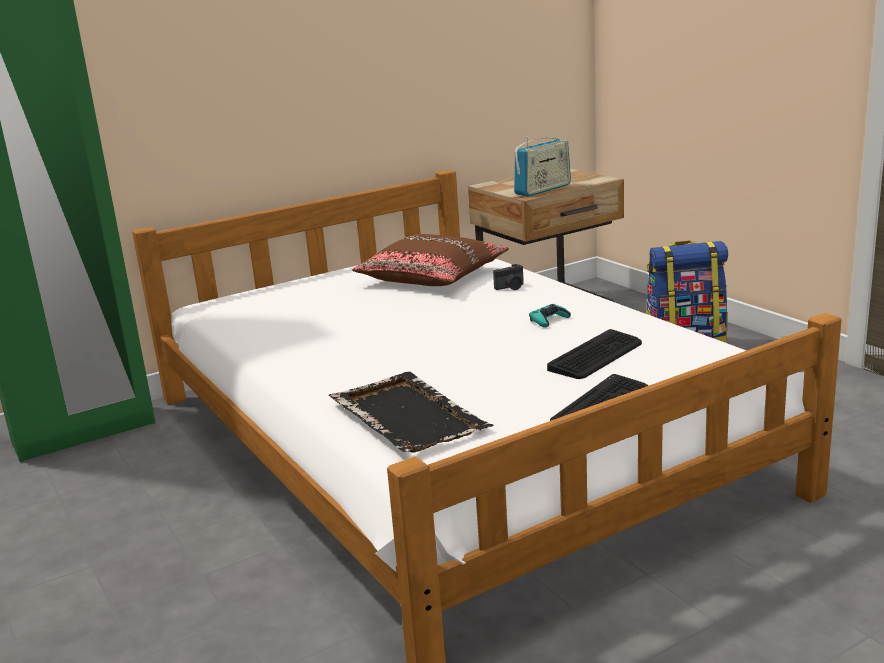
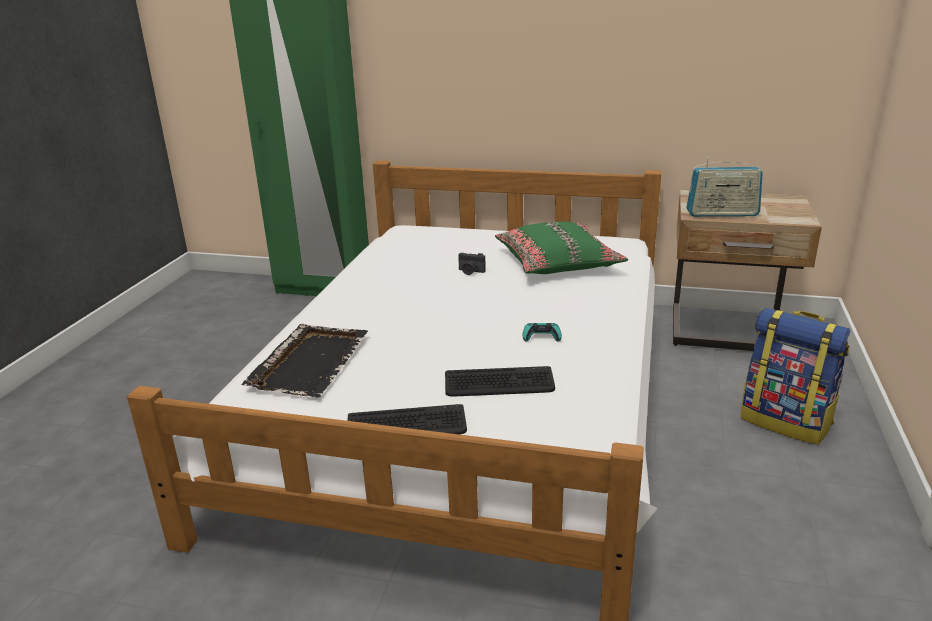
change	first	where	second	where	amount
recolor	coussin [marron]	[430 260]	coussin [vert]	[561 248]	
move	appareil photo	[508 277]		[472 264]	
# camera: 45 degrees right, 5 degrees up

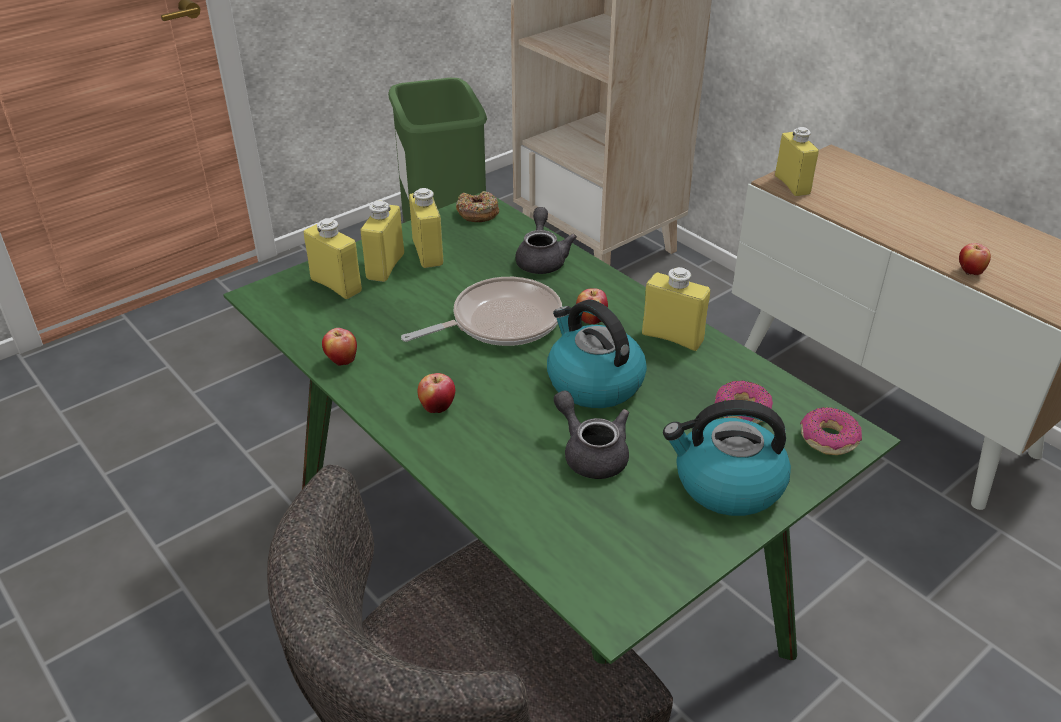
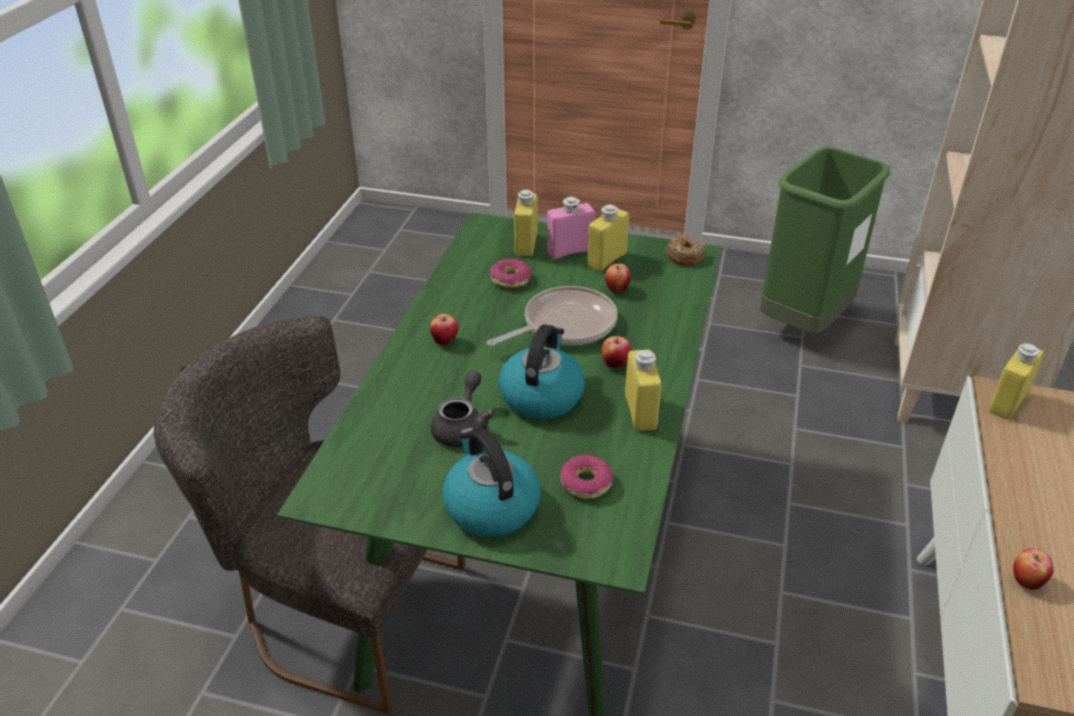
change	first	where	second	where	amount
move	pomme	[339 347]		[618 278]	
recolor	bouteille [jaune]	[382 241]	bouteille [rose]	[571 228]	
rotate	poêle	[481 311]		[552 316]	60 degrees counterclockwise
delete	théière [gris]	[546 240]			
move	beignet	[831 431]		[510 273]	
# camera: 55 degrees right, 0 degrees up

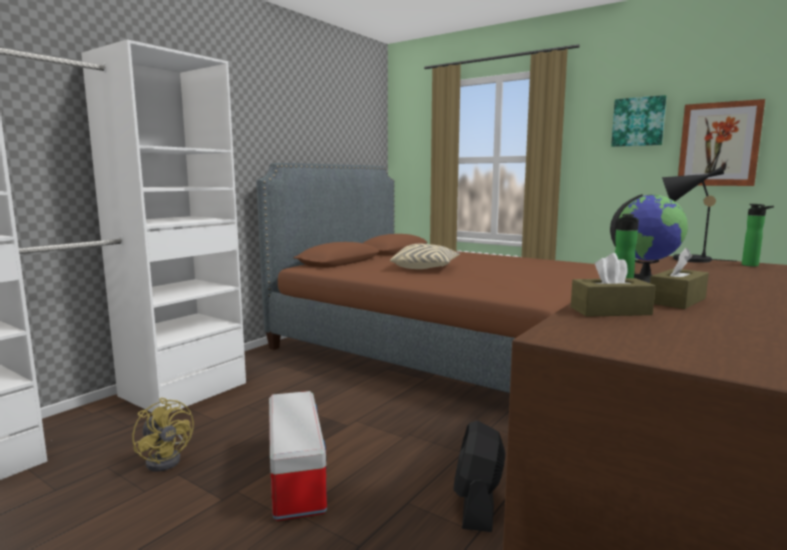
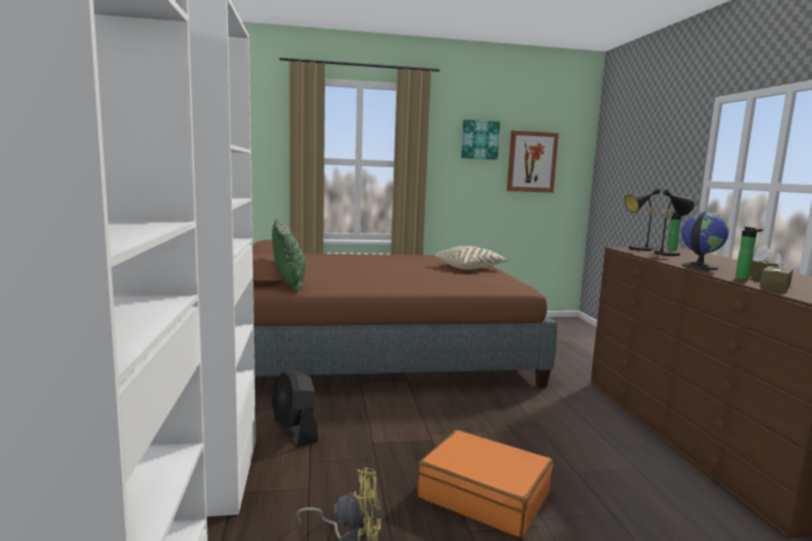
change	first	where	second	where	amount
replace	boîte de rangement	[298 456]	valise [orange]	[485 484]	
move	coussin [beige]	[425 256]		[471 258]	
move	ventilateur [noir]	[479 476]		[295 408]	
insert			coussin [vert]	[289 255]	
insert			lampe de table [noir]	[674 222]	
# camera: 45 degrees left, 0 degrees up

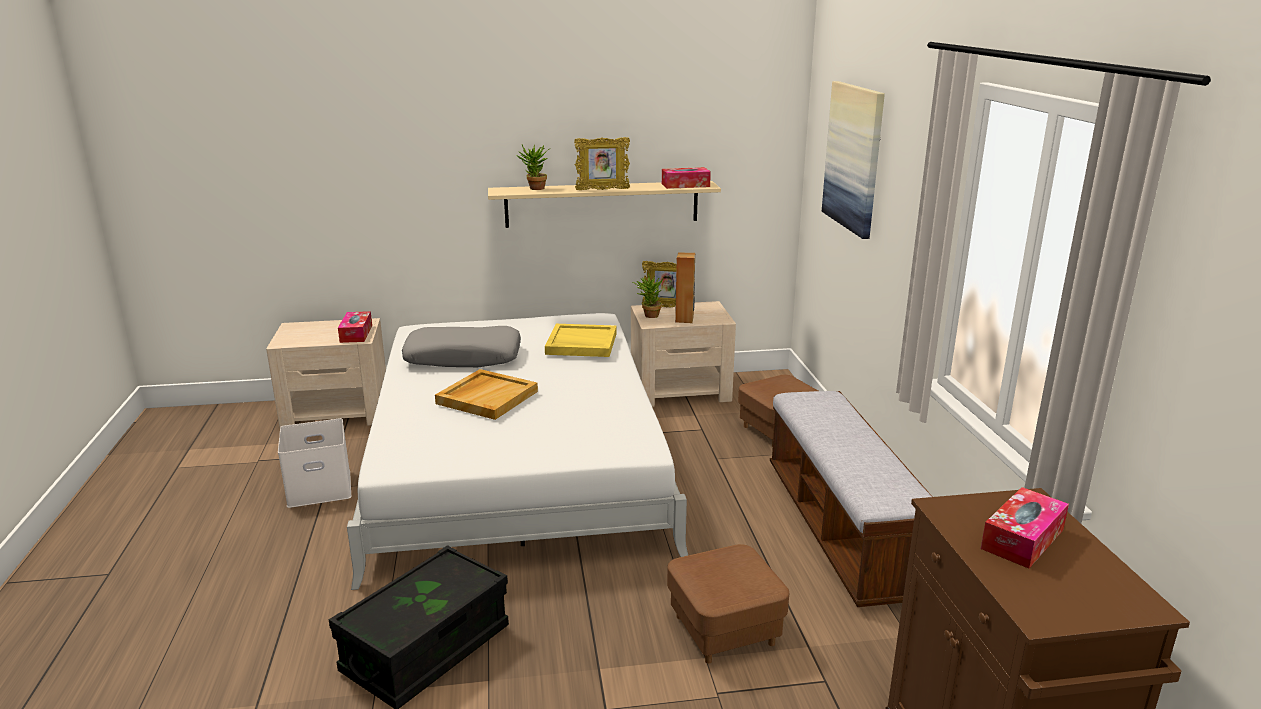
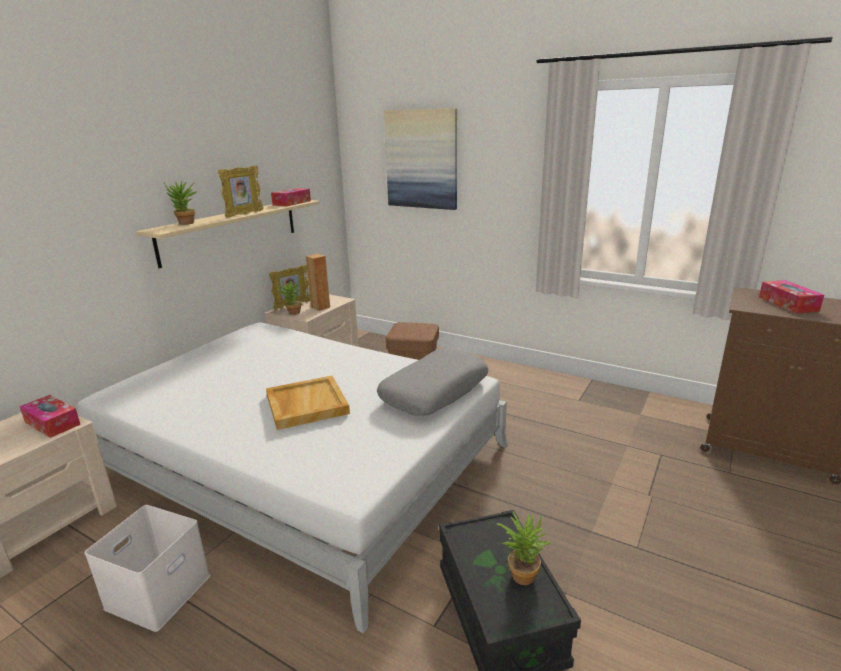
change	first	where	second	where	amount
move	coussin [gris]	[461 346]		[432 382]	
delete	plateau [jaune]	[581 340]			
delete	pouf [marron]	[728 603]			
delete	banc	[851 499]			
insert			plante en pot	[523 548]	
# camera: 50 degrees left, 0 degrees up

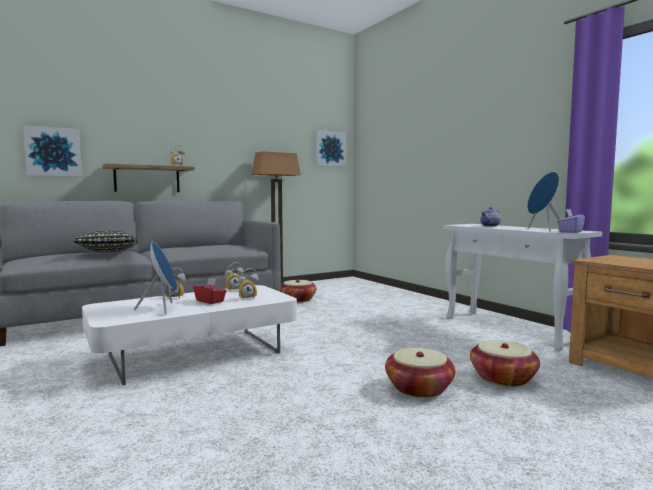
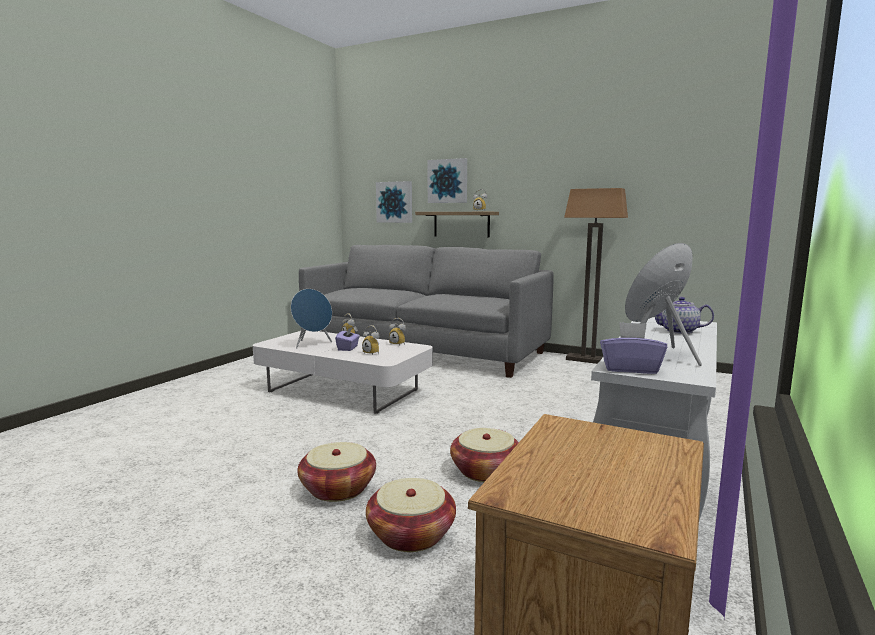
change	first	where	second	where	amount
delete	coussin	[105 241]			
recolor	boîte à mouchoirs [rouge]	[210 290]	boîte à mouchoirs [violet]	[347 339]	
move	panier	[298 291]		[484 455]	
move	tableau	[331 148]		[447 180]	
# camera: 60 degrees right, 5 degrees up

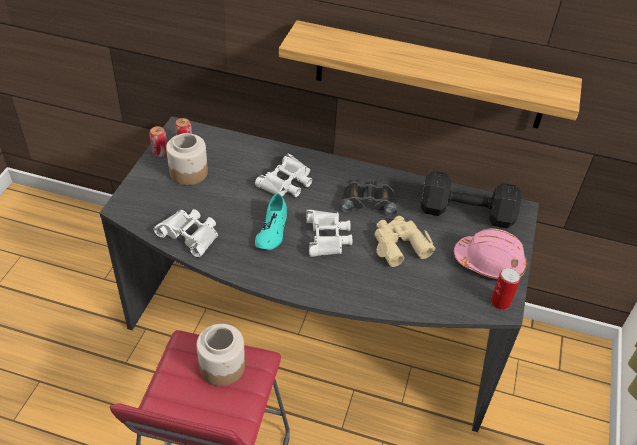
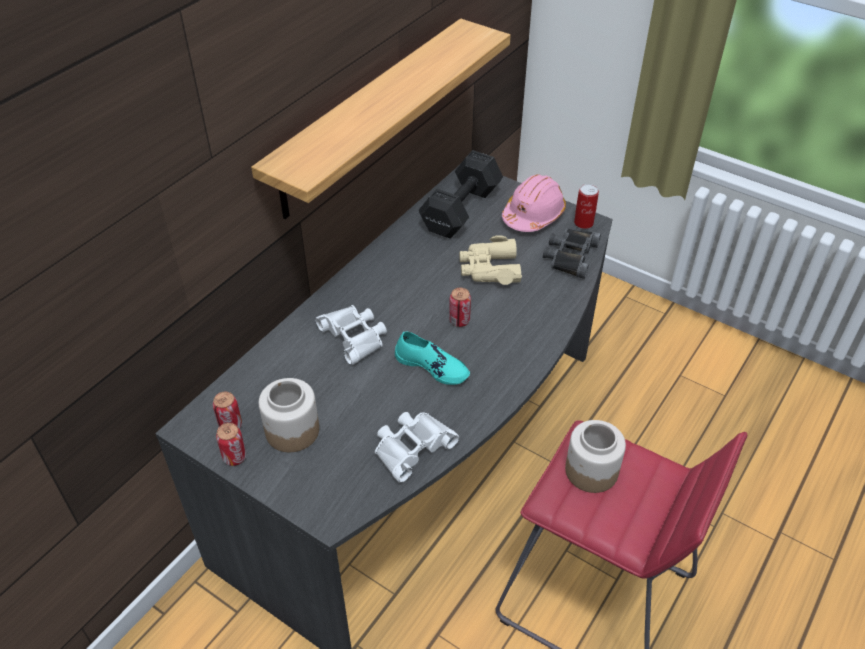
change	first	where	second	where	amount
replace	jumelles [blanc]	[329 233]	boîte métallique	[460 307]	
move	jumelles [noir]	[368 197]		[572 253]	
# camera: 70 degrees left, 0 degrees up

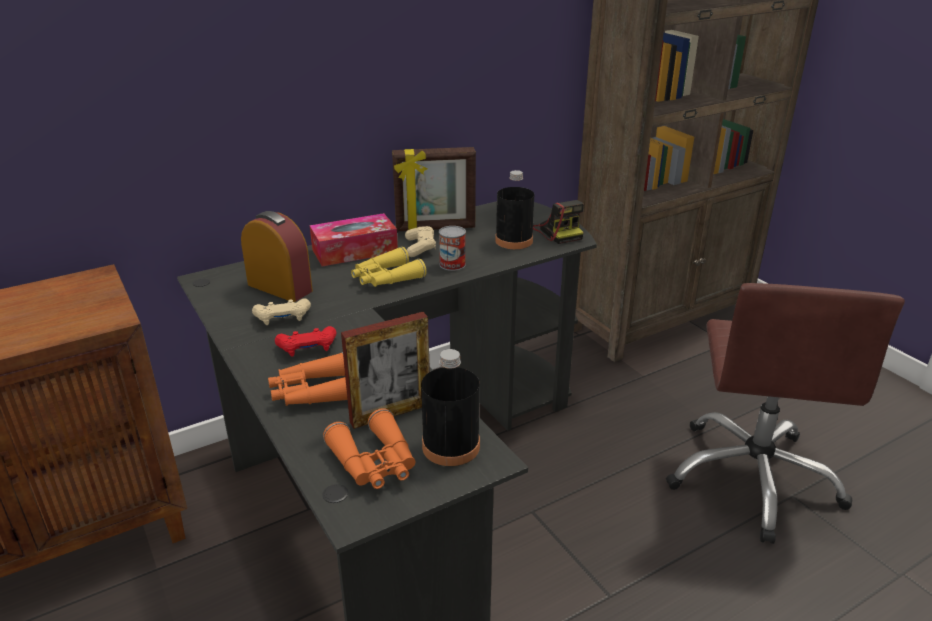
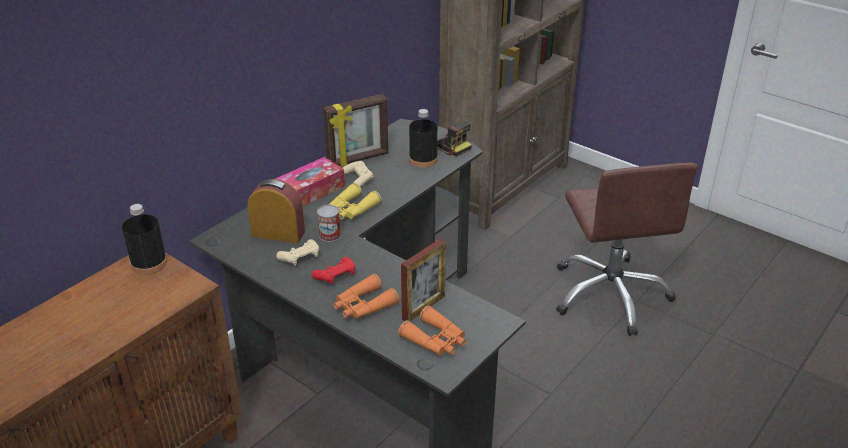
change	first	where	second	where	amount
move	bouteille [noir]	[450 407]		[145 239]	
move	boîte métallique	[452 248]		[329 223]	
# camera: 20 degrees left, 5 degrees up

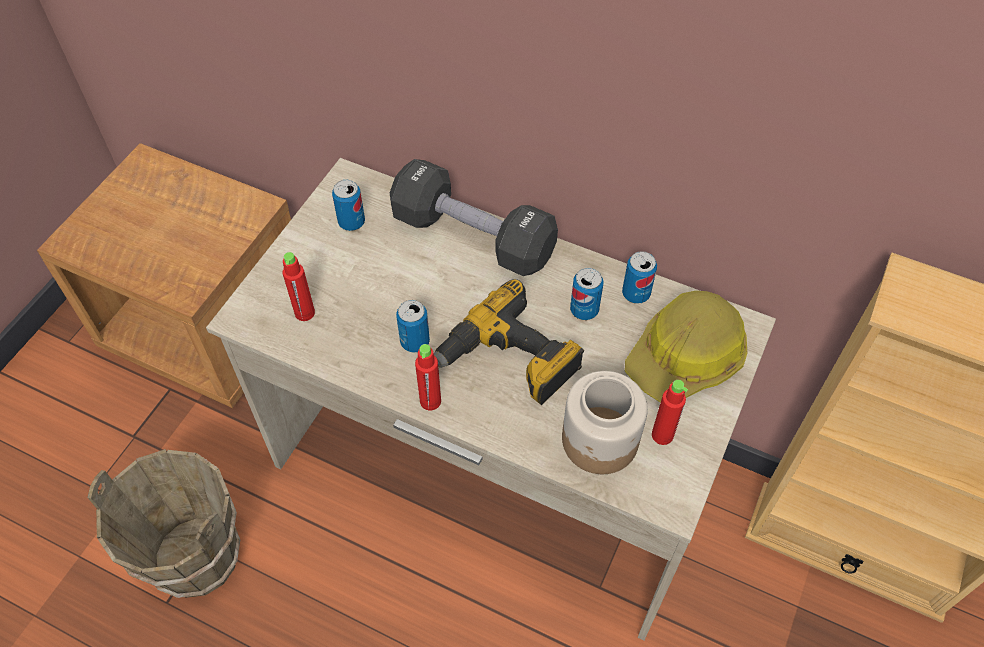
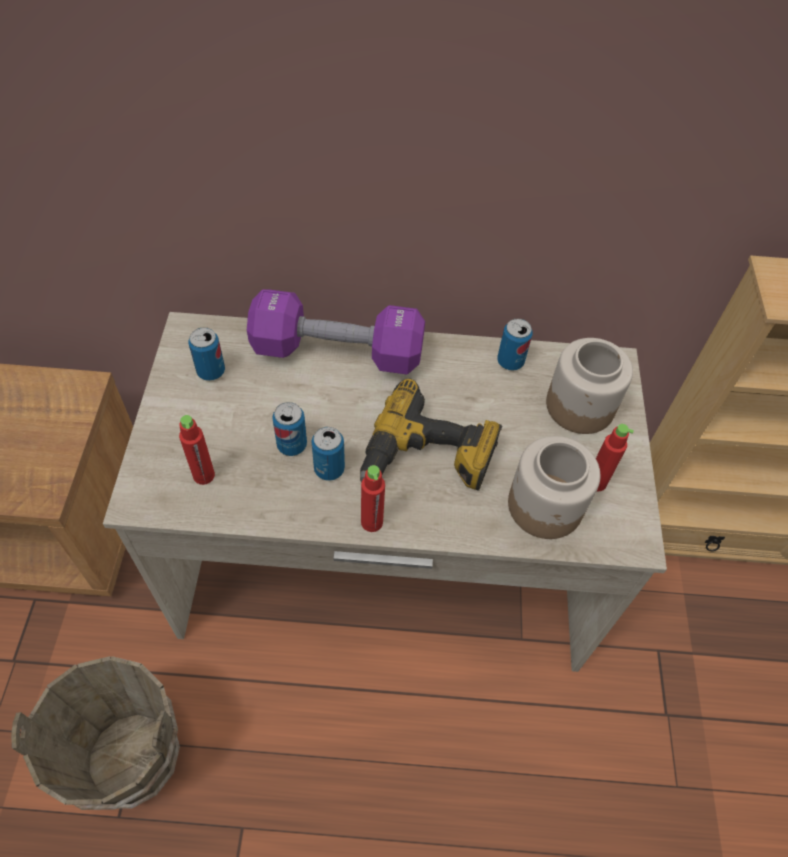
change	first	where	second	where	amount
recolor	haltère [noir]	[474 217]	haltère [violet]	[336 331]	
move	boîte métallique	[586 294]		[289 429]	
replace	casque de chantier	[686 347]	bocal	[589 386]	
# camera: 25 degrees left, 0 degrees up

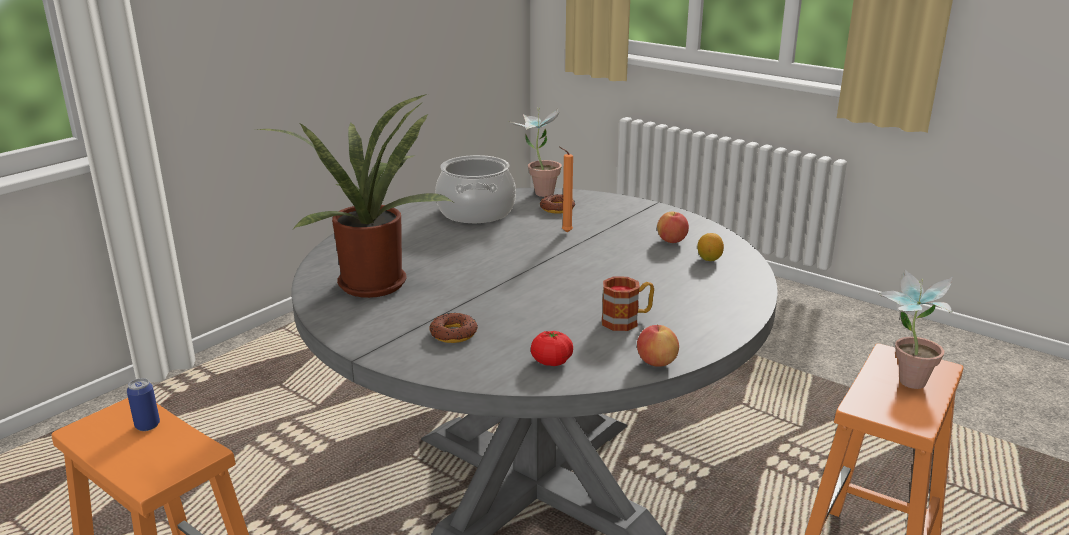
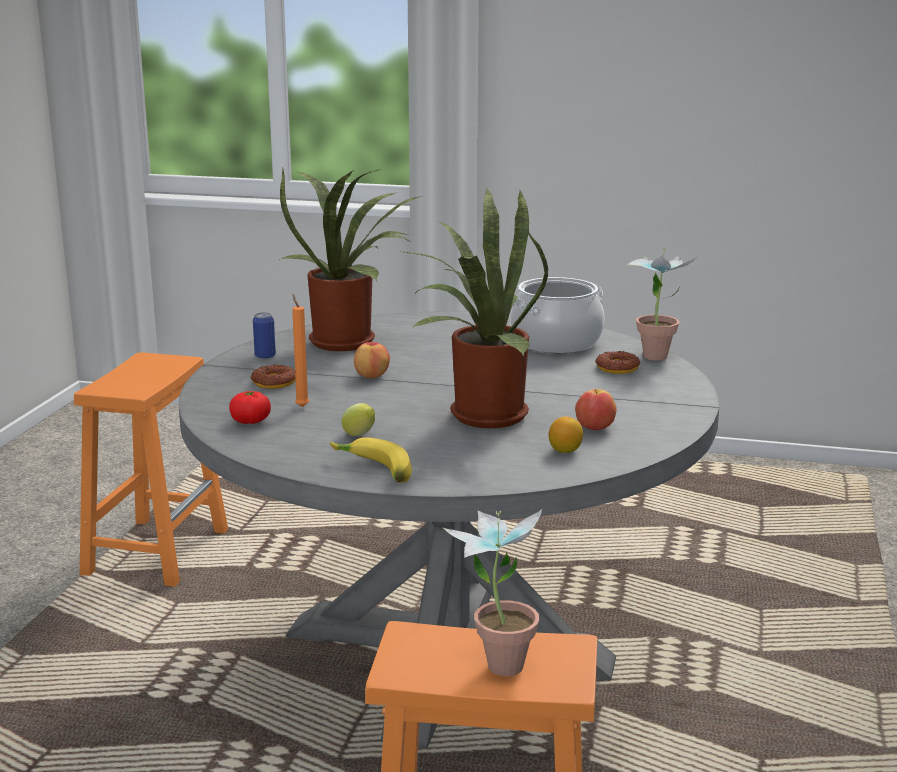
change	first	where	second	where	amount
move	boîte métallique	[143 404]		[264 335]	
move	bougie [orange]	[566 189]		[300 350]	
replace	mug	[628 303]	citron	[358 419]	
move	pomme	[658 345]		[372 359]	
insert			banane	[371 460]	
insert			plante en pot	[473 308]	
# camera: 65 degrees right, 5 degrees down

